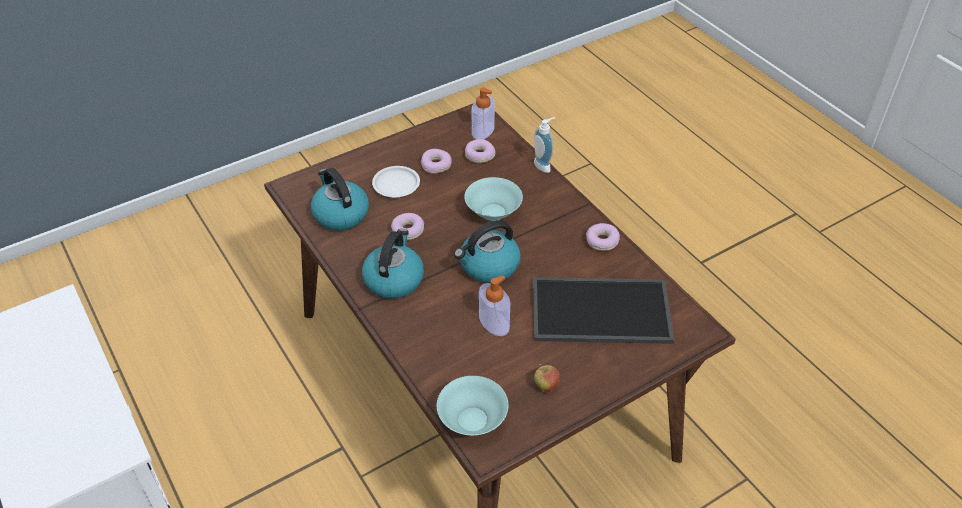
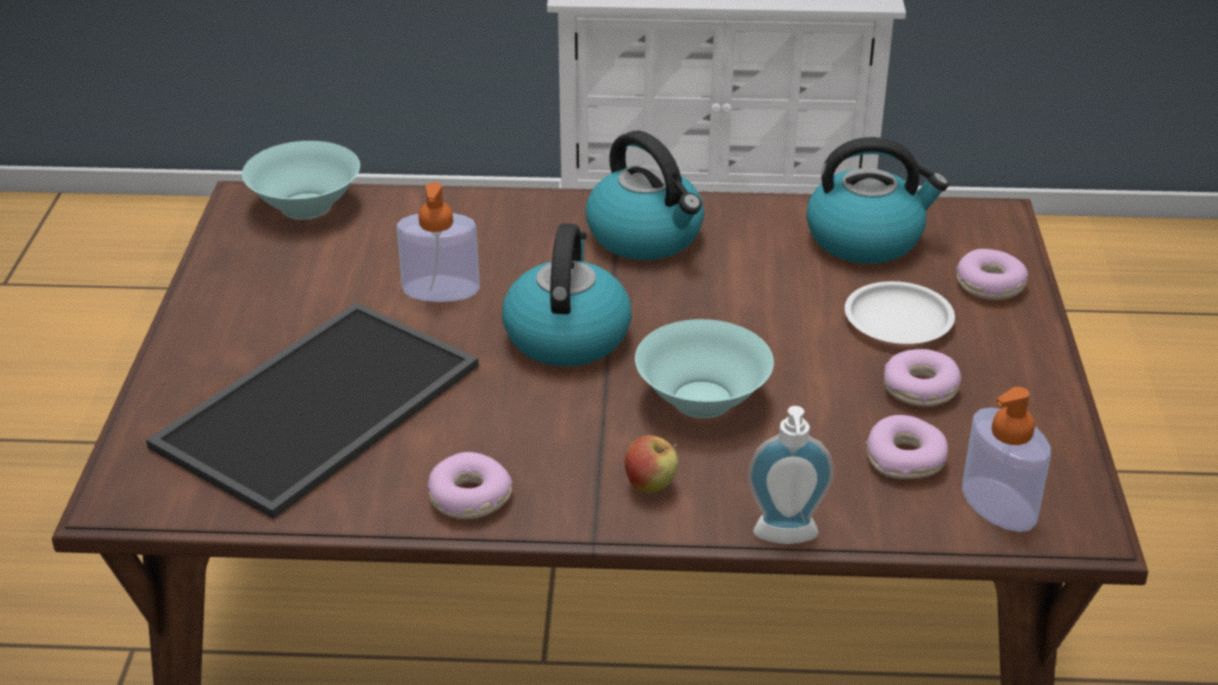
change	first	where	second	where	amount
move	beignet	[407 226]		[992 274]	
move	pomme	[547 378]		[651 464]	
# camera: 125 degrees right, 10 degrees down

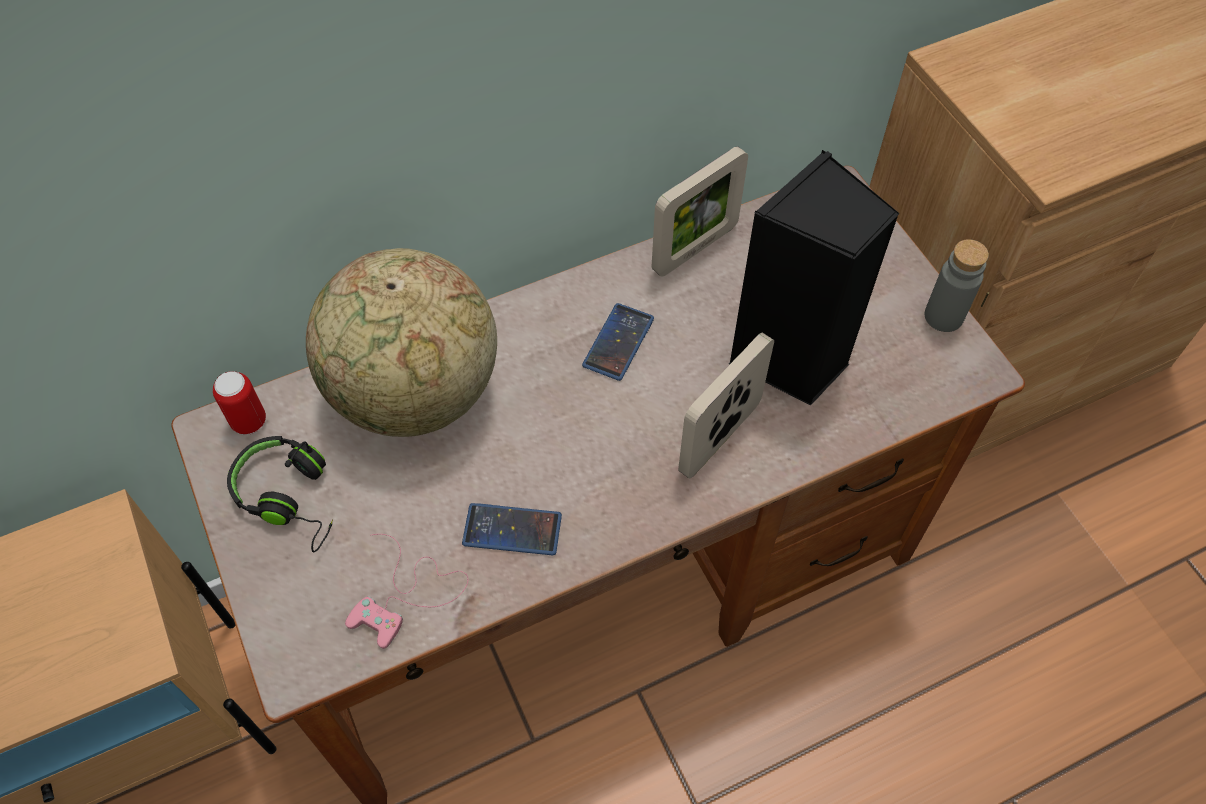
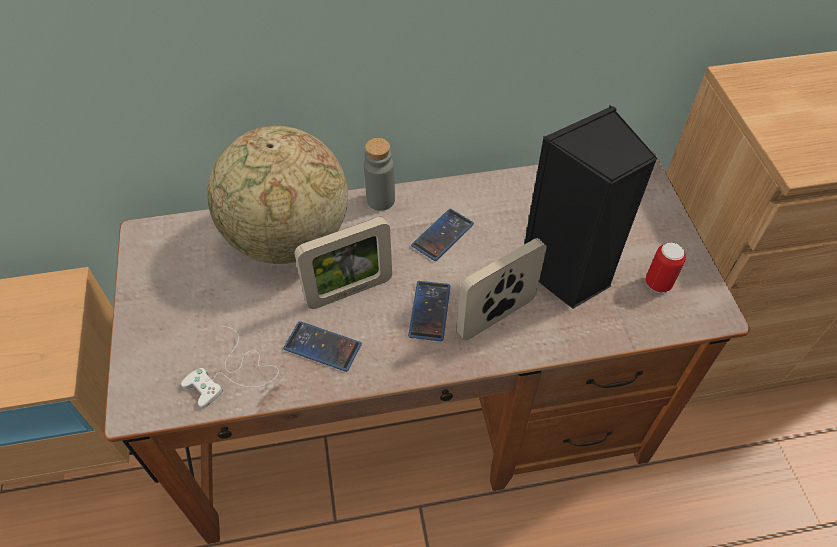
change	first	where	second	where	amount
move	boîte métallique	[239 403]		[666 267]	
delete	casque audio [noir]	[280 494]			
recolor	manette [rose]	[406 591]	manette [blanc]	[230 367]	
move	cadre photo	[700 211]		[343 263]	
move	bouteille [gris]	[956 285]		[379 174]	
insert			téléphone	[429 311]	
# camera: 15 degrees right, 5 degrees down

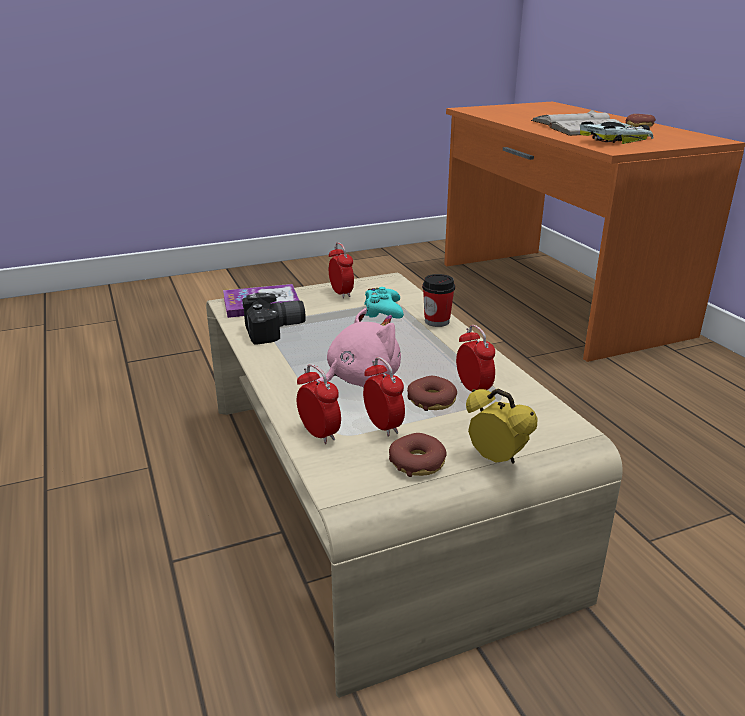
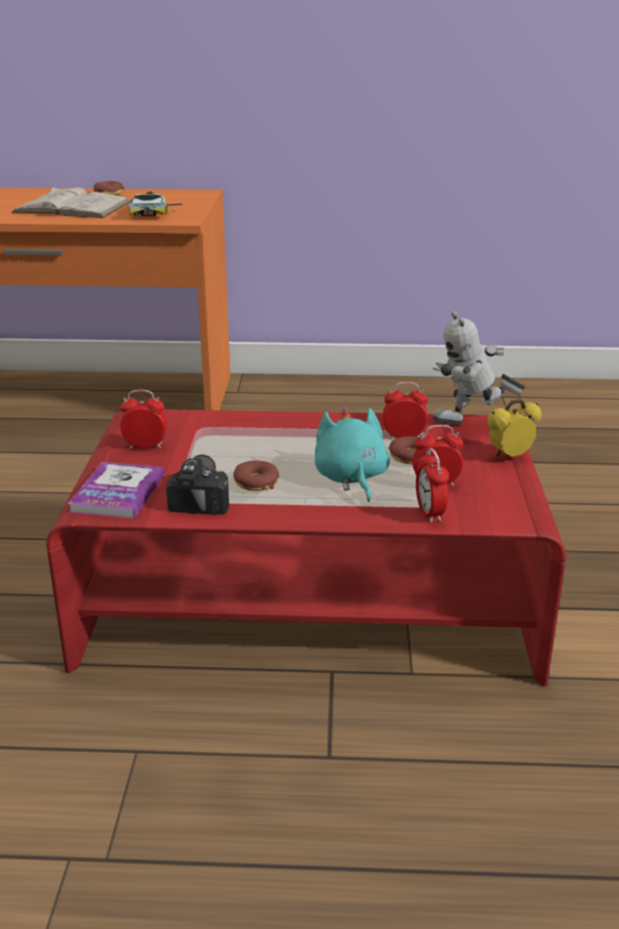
change	first	where	second	where	amount
recolor	table basse [beige]	[414 485]	table basse [rouge]	[306 548]	
rotate	réveil	[319 404]		[432 485]	90 degrees counterclockwise
recolor	peluche [rose]	[358 347]	peluche [turquoise]	[352 454]	
delete	manette [turquoise]	[384 302]			
move	beignet	[418 455]		[256 475]	
delete	tasse	[438 300]			
insert			robot jouet	[479 368]	
# camera: 65 degrees left, 0 degrees up

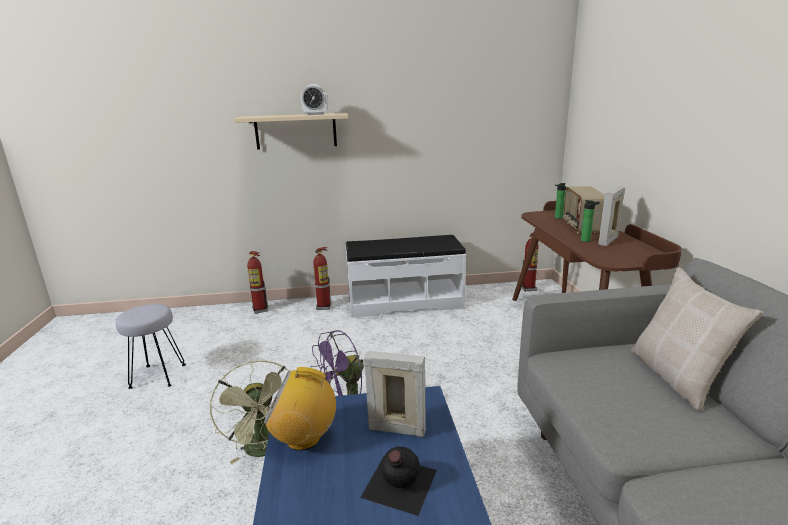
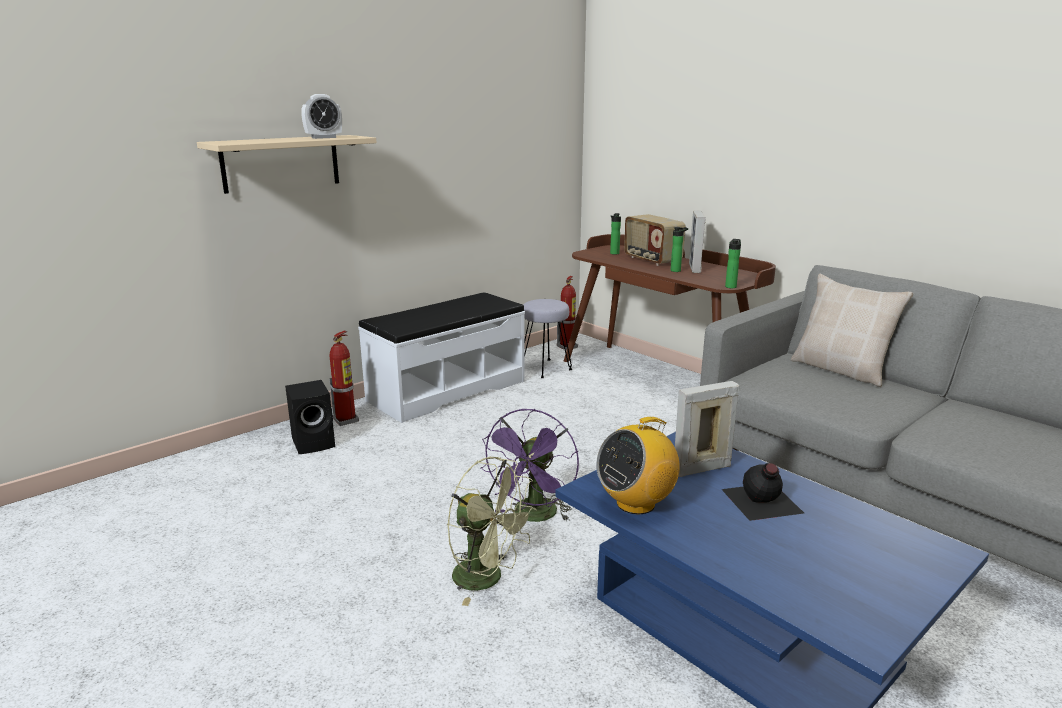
change	first	where	second	where	amount
move	tabouret [gris]	[151 346]		[547 338]	
delete	extincteur	[258 282]			
insert			enceinte [noir]	[310 417]	
insert			bouteille	[733 263]	
# camera: 35 degrees left, 0 degrees up

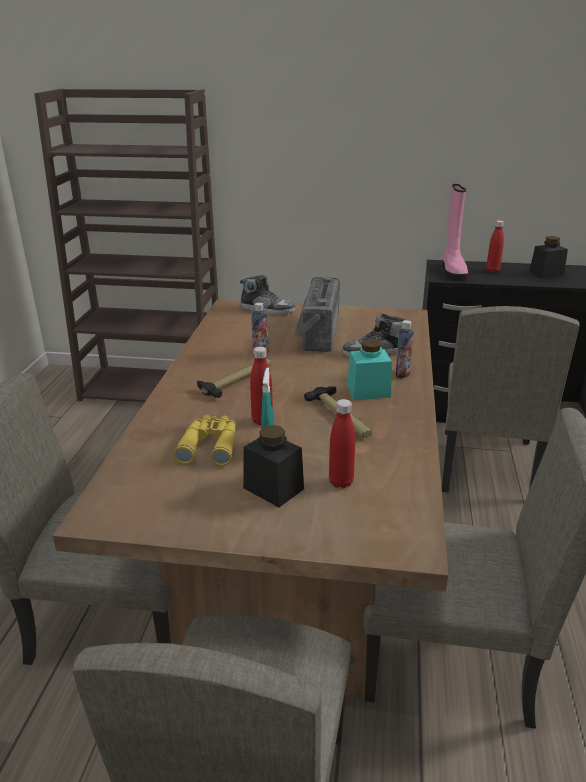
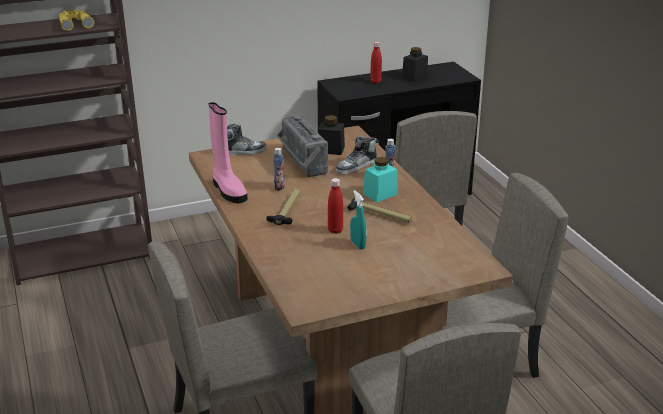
change	first	where	second	where	amount
move	jumelles [jaune]	[204 440]		[76 20]	
move	bocal [noir]	[273 466]		[331 135]	
delete	bouteille [rouge]	[342 443]			
move	botte [rose]	[455 232]		[228 152]	
# camera: 30 degrees left, 0 degrees up

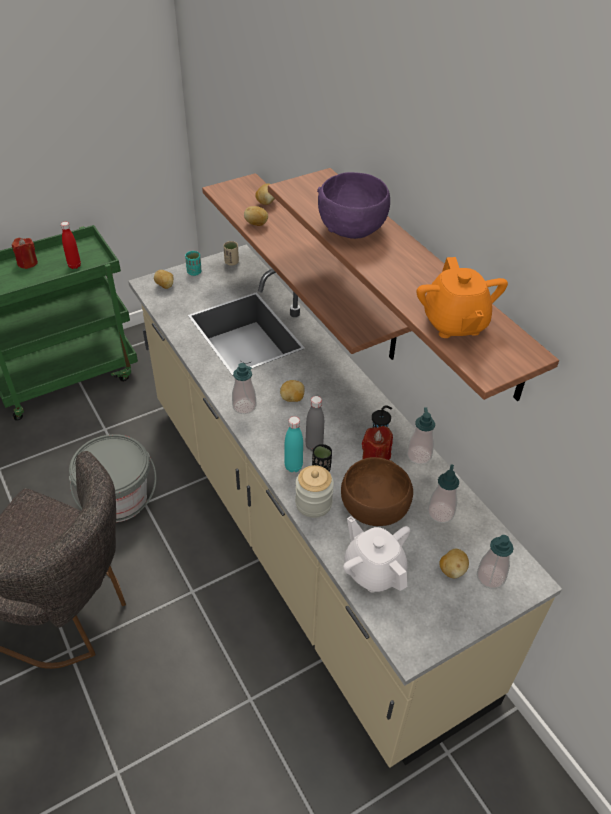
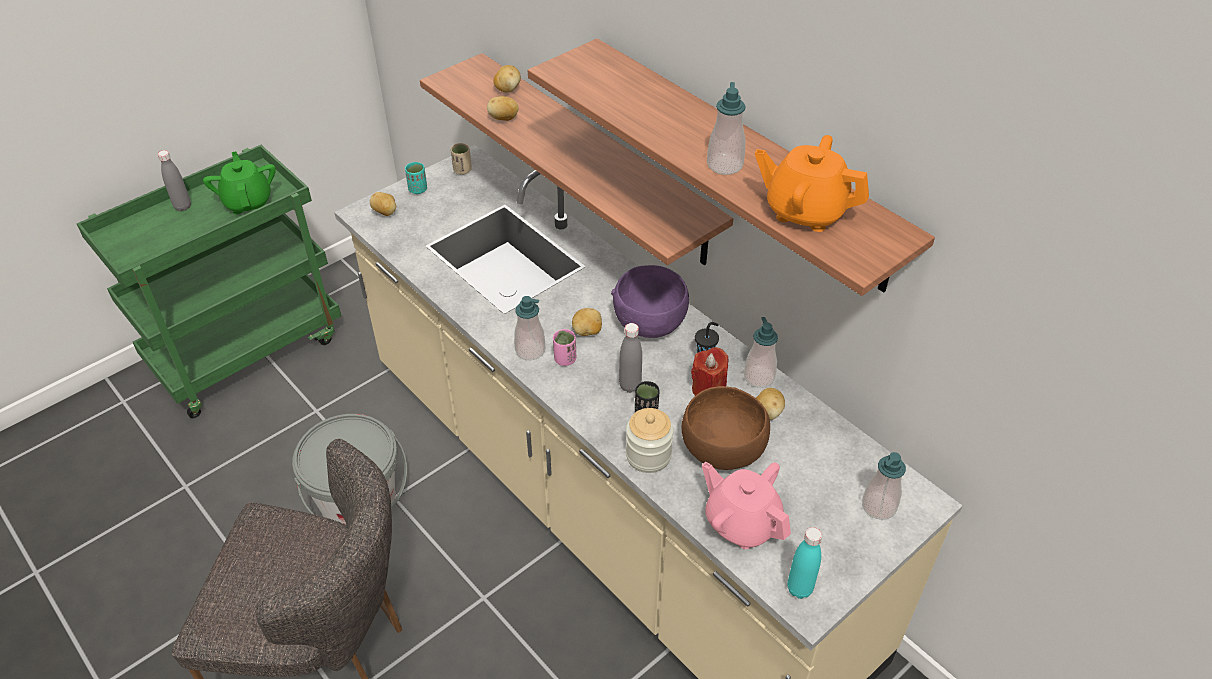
change	first	where	second	where	amount
replace	bougie [rouge]	[25 253]	bouteille [gris]	[174 180]	
replace	bouteille [rouge]	[71 245]	théière [vert]	[239 183]	
move	bouteille [turquoise]	[293 444]		[804 563]	
move	bol [violet]	[353 205]		[650 301]	
recolor	théière [blanc]	[376 554]	théière [rose]	[746 505]	
rotate	théière [orange]	[462 297]		[812 183]	135 degrees clockwise
move	distributeur de savon	[443 493]		[726 128]	
move	pomme de terre	[454 563]		[770 404]	
insert			tasse [rose]	[564 347]	
# camera: 10 degrees left, 0 degrees up

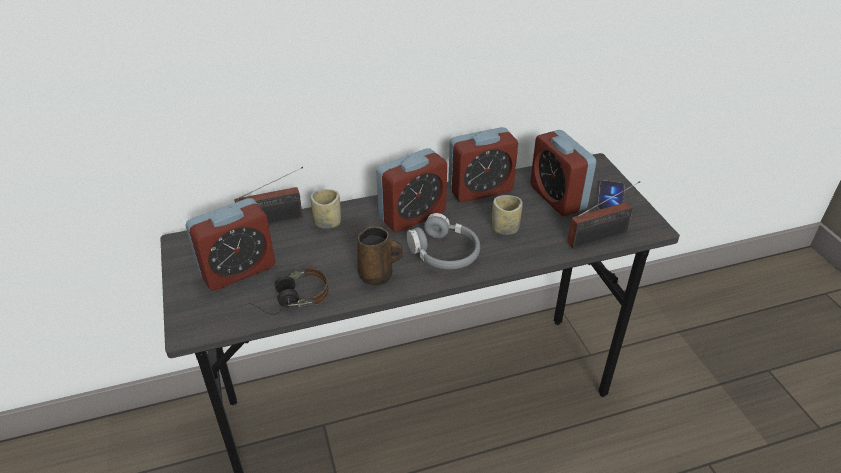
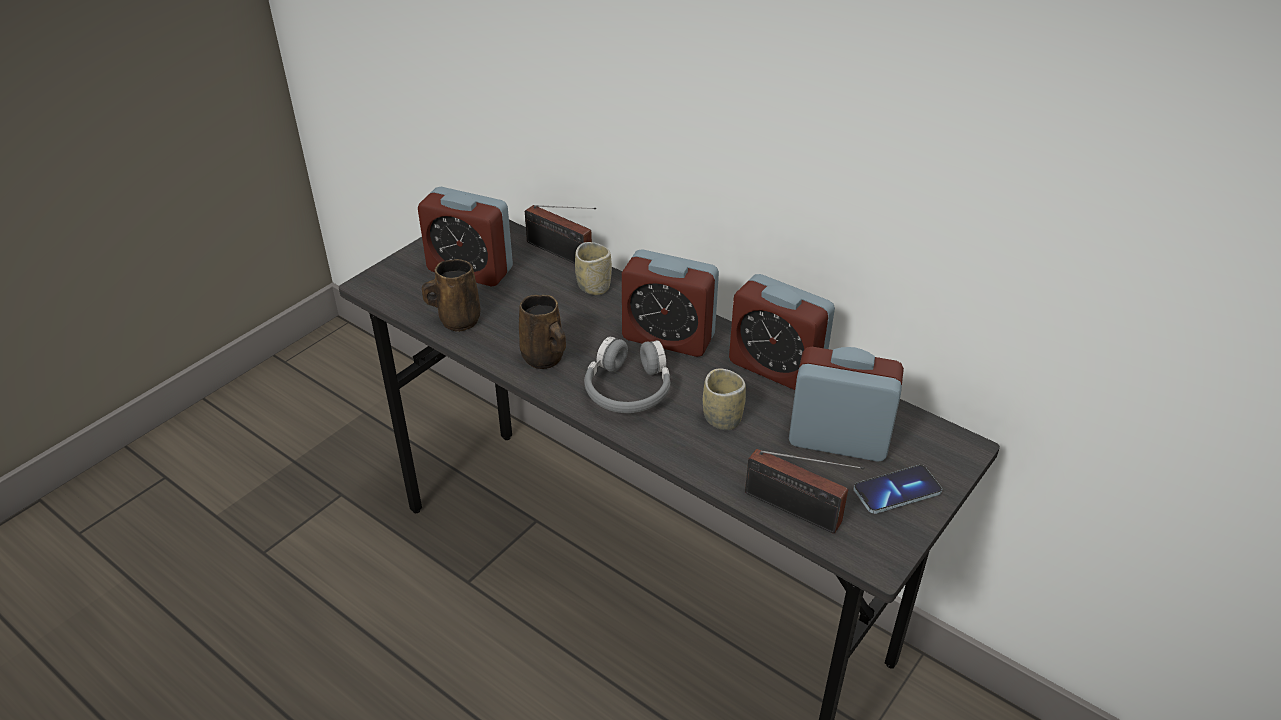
change	first	where	second	where	amount
replace	casque audio	[288 291]	mug [marron]	[451 295]	
rotate	réveil	[563 173]		[846 404]	75 degrees clockwise
# camera: 55 degrees right, 0 degrees up

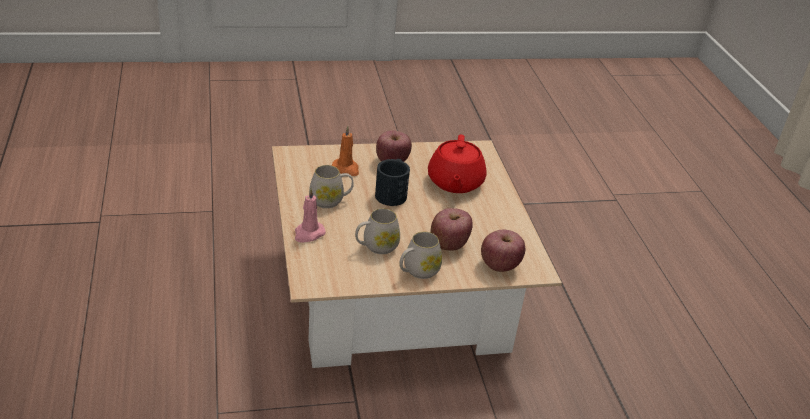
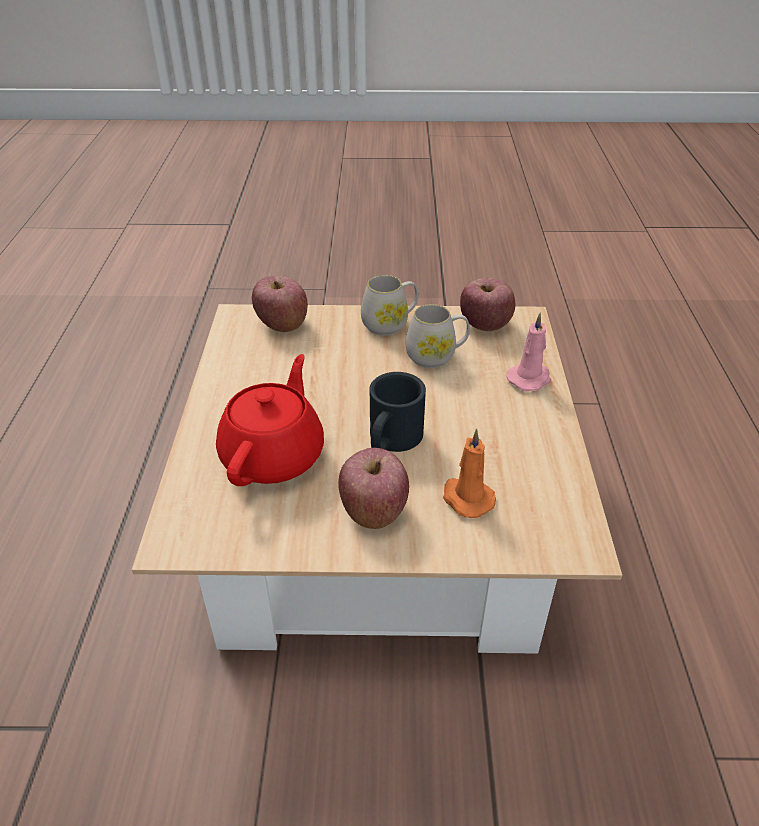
change	first	where	second	where	amount
delete	mug [blanc]	[331 186]			
move	pomme	[452 229]		[487 304]	
# camera: 165 degrees left, 5 degrees up

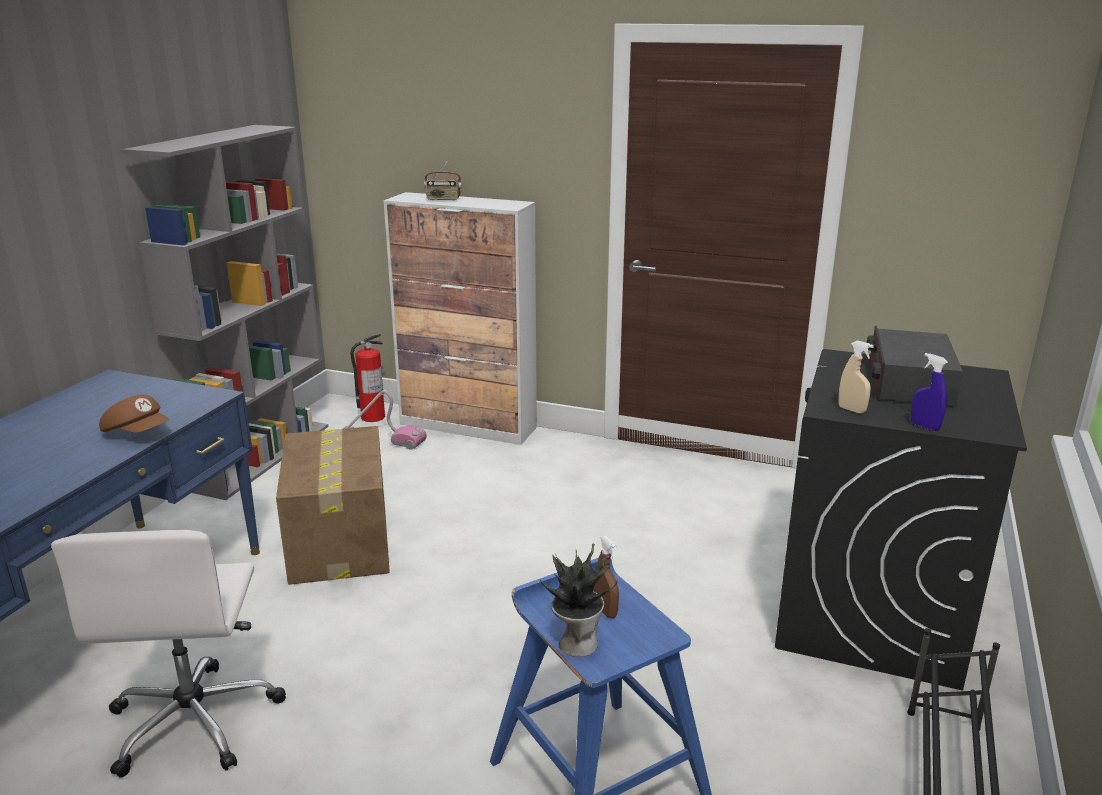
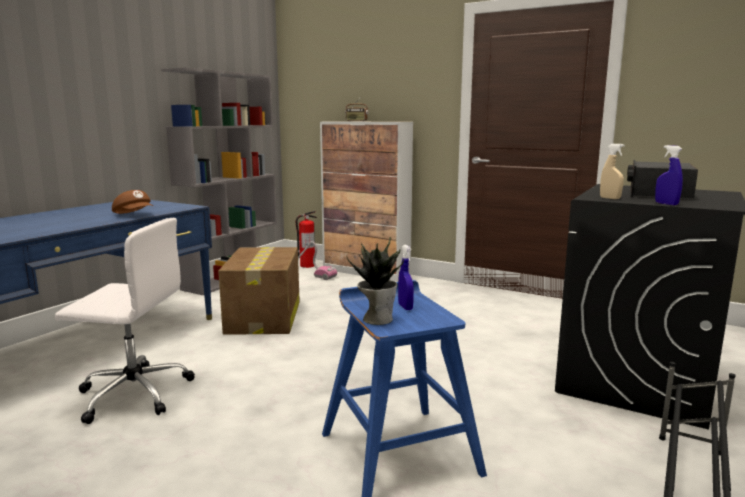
change	first	where	second	where	amount
rotate	chaise de bureau [blanc]	[168 654]		[125 321]	90 degrees counterclockwise
recolor	vaporisateur [marron]	[606 576]	vaporisateur [bleu]	[406 277]	
# camera: 10 degrees right, 10 degrees down

